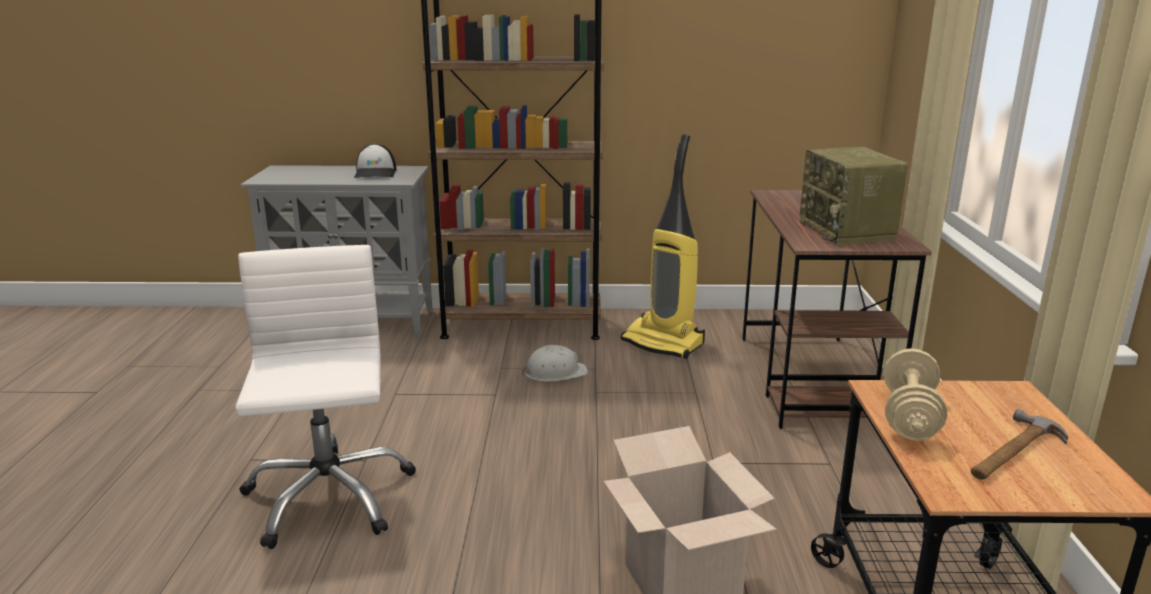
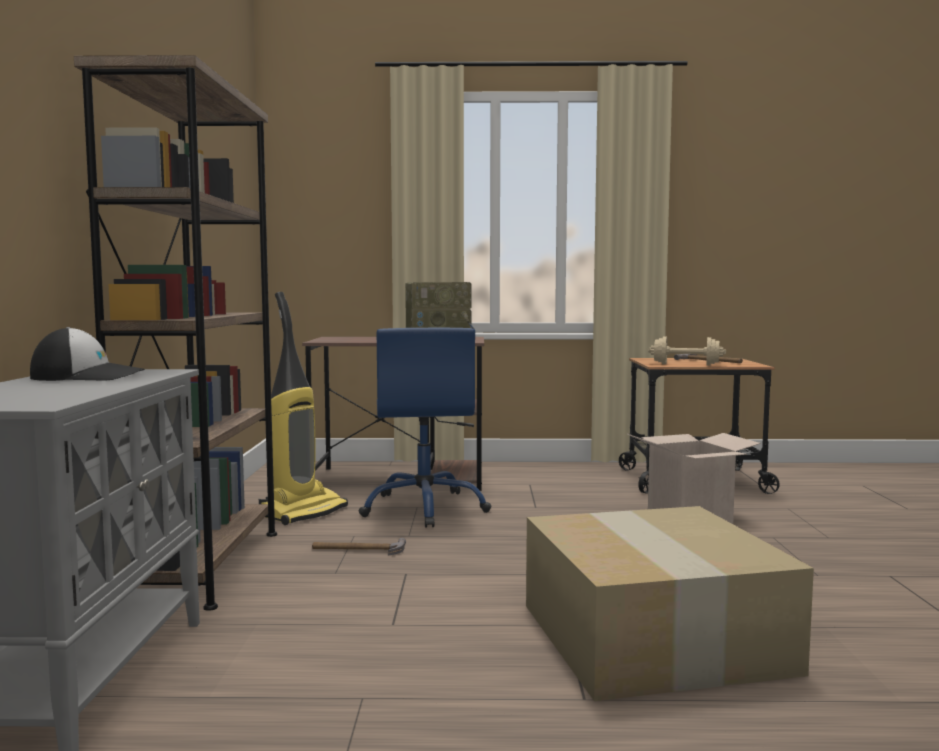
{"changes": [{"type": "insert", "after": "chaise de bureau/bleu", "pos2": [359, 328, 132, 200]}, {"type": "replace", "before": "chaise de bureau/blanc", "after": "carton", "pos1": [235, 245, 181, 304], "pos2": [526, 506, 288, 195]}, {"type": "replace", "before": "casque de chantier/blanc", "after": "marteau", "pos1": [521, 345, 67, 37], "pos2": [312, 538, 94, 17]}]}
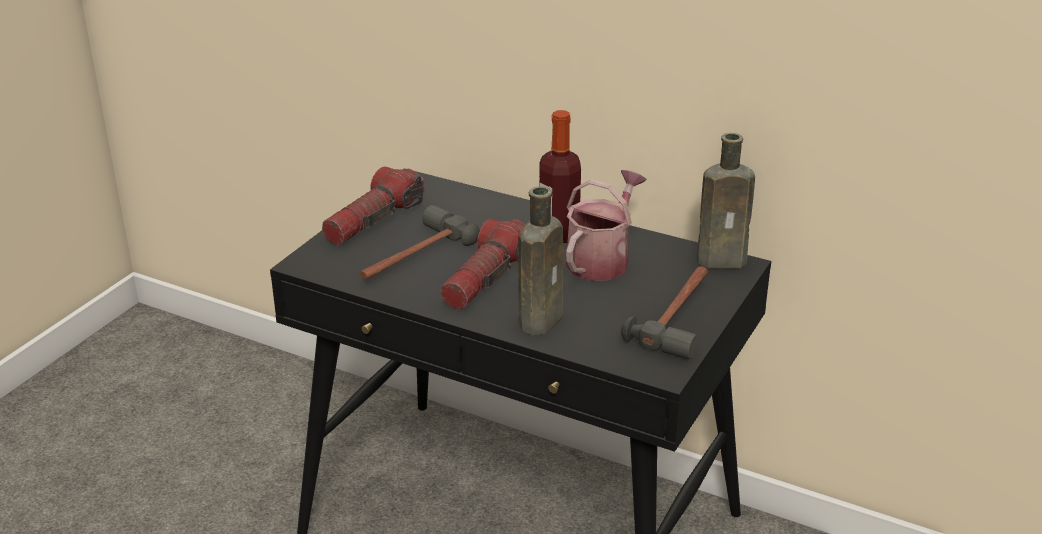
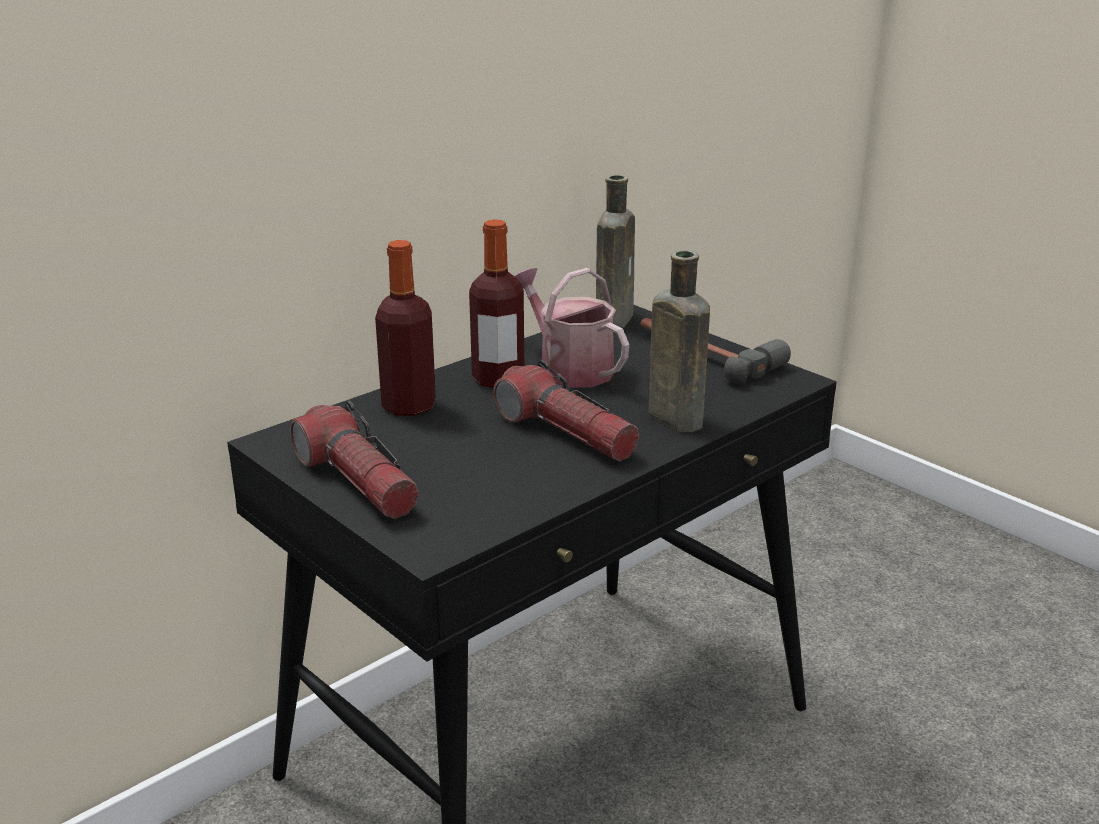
{"changes": [{"type": "delete", "before": "marteau", "pos1": [360, 205, 120, 74]}, {"type": "insert", "after": "bouteille", "pos2": [375, 240, 61, 176]}]}
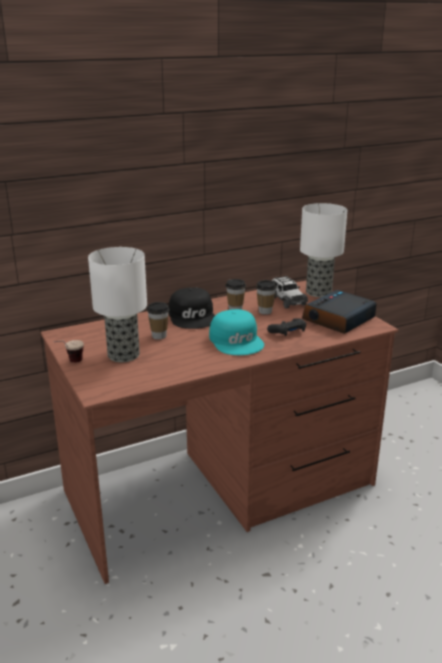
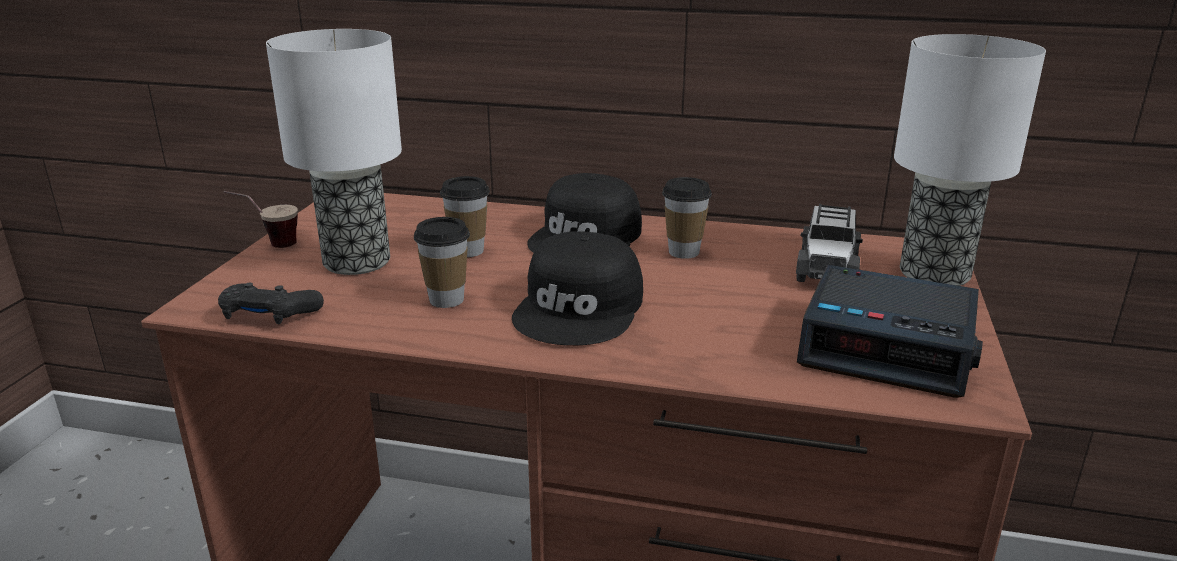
{"changes": [{"type": "move", "before": "tasse", "pos1": [256, 280, 21, 35], "pos2": [414, 217, 56, 91]}, {"type": "move", "before": "manette/noir", "pos1": [267, 318, 39, 18], "pos2": [218, 283, 106, 42]}, {"type": "recolor", "before": "casquette/turquoise", "after": "casquette/noir", "pos1": [209, 309, 55, 46], "pos2": [512, 231, 131, 114]}, {"type": "rotate", "before": "réveil", "pos1": [302, 290, 75, 44], "pos2": [797, 264, 186, 134], "turn": -150}]}
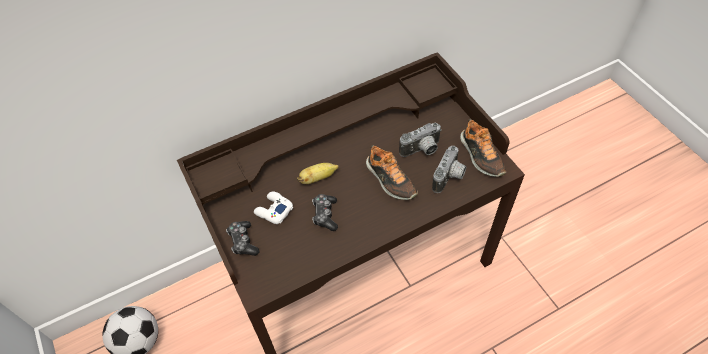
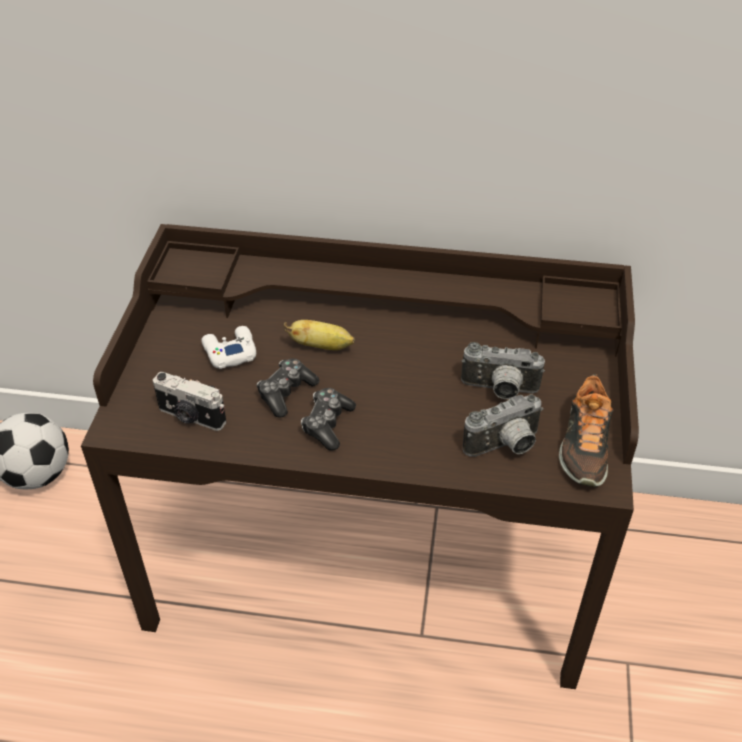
{"changes": [{"type": "delete", "before": "chaussure", "pos1": [366, 145, 52, 55]}, {"type": "insert", "after": "appareil photo", "pos2": [153, 372, 73, 59]}, {"type": "move", "before": "manette", "pos1": [226, 221, 33, 35], "pos2": [301, 388, 55, 62]}]}
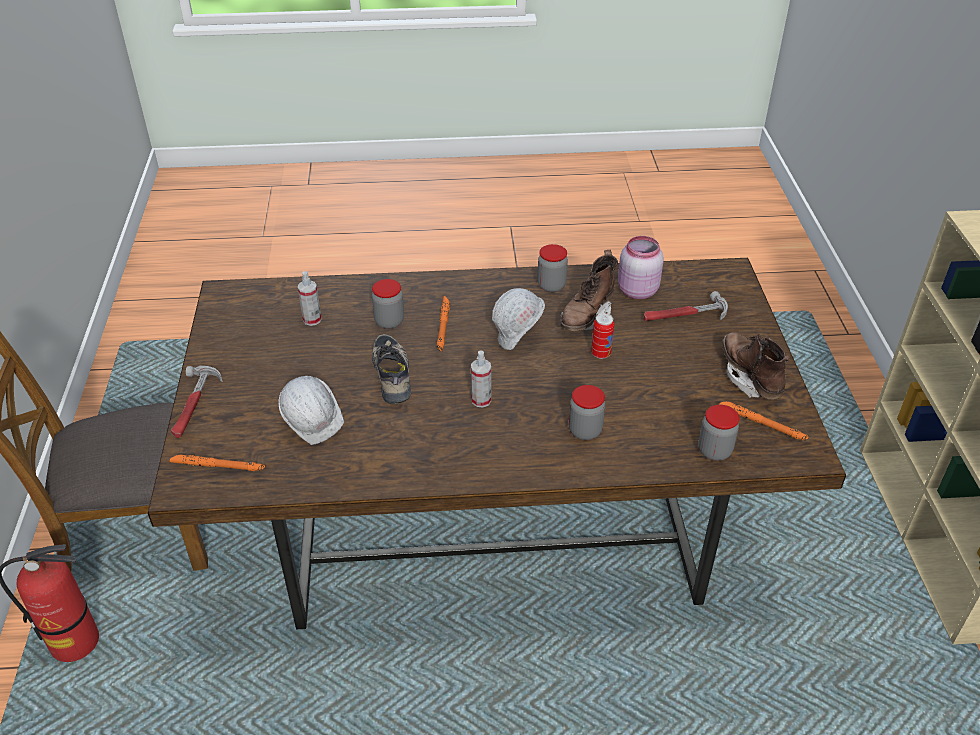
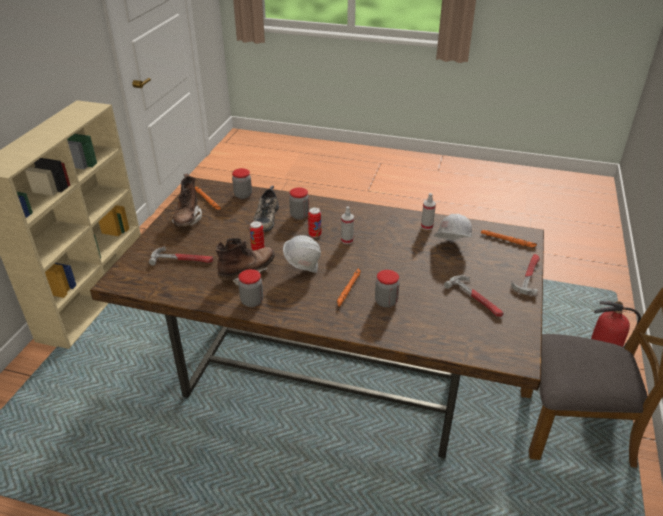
{"changes": [{"type": "delete", "before": "bocal/rose", "pos1": [618, 236, 46, 63]}, {"type": "insert", "after": "boîte métallique", "pos2": [308, 207, 13, 31]}, {"type": "insert", "after": "marteau", "pos2": [444, 275, 60, 42]}, {"type": "move", "before": "vaporisateur", "pos1": [298, 271, 24, 55], "pos2": [421, 193, 15, 37]}, {"type": "move", "before": "chaussure", "pos1": [372, 334, 39, 70], "pos2": [253, 186, 26, 46]}]}
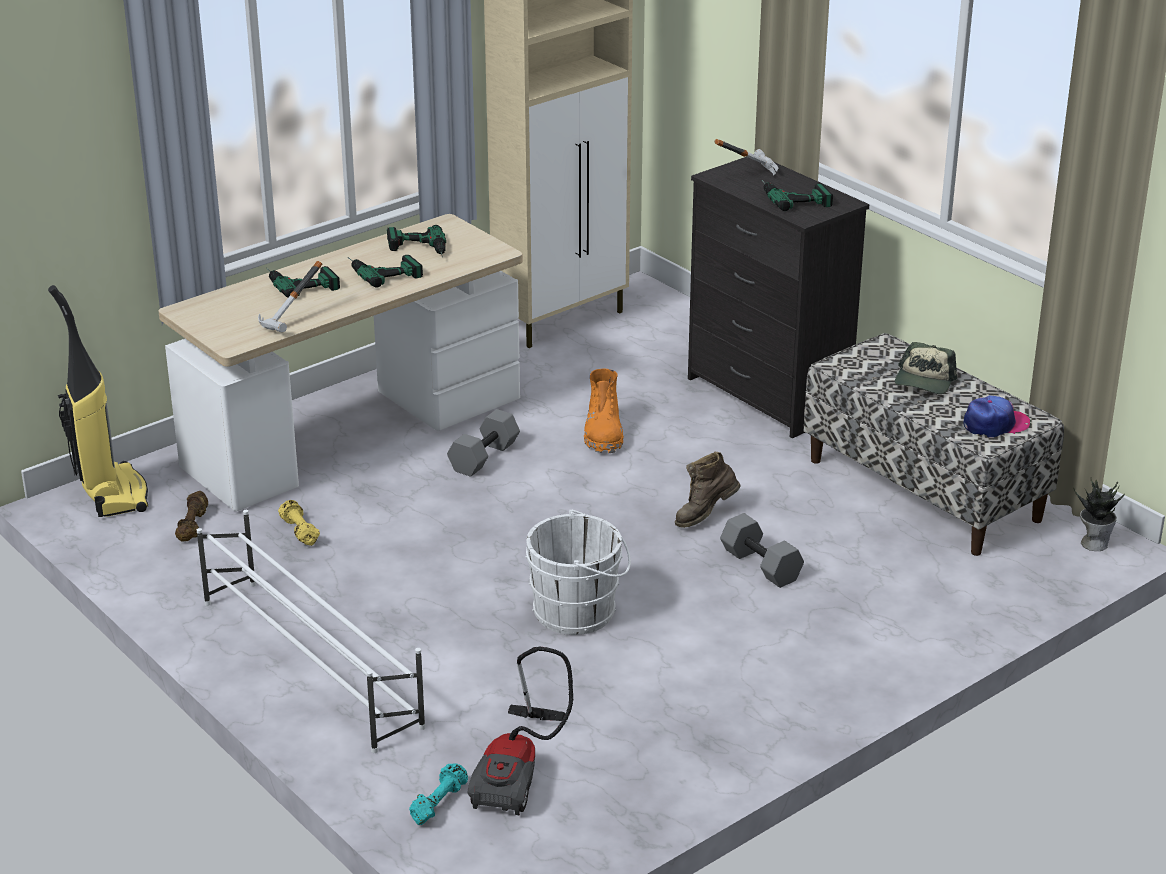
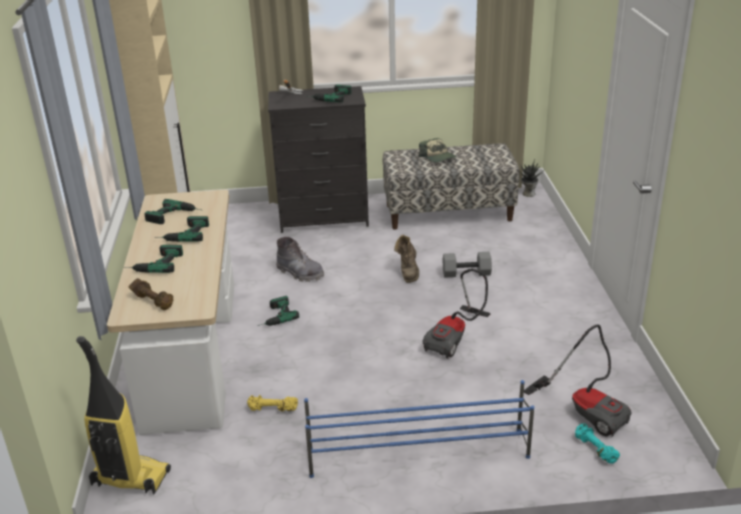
{"changes": [{"type": "delete", "before": "marteau", "pos1": [258, 261, 64, 71]}, {"type": "delete", "before": "casquette", "pos1": [963, 395, 67, 43]}, {"type": "move", "before": "haltère/marron", "pos1": [175, 491, 33, 51], "pos2": [129, 278, 44, 32]}, {"type": "replace", "before": "haltère/gris", "after": "perceuse", "pos1": [447, 409, 73, 68], "pos2": [257, 296, 42, 30]}, {"type": "replace", "before": "seau/blanc", "after": "aspirateur", "pos1": [525, 509, 106, 126], "pos2": [422, 269, 68, 90]}, {"type": "recolor", "before": "étagère à chaussures/blanc", "after": "étagère à chaussures/bleu", "pos1": [197, 510, 229, 243], "pos2": [304, 380, 230, 98]}, {"type": "recolor", "before": "botte/orange", "after": "botte/gris", "pos1": [584, 369, 40, 84], "pos2": [276, 237, 48, 45]}]}
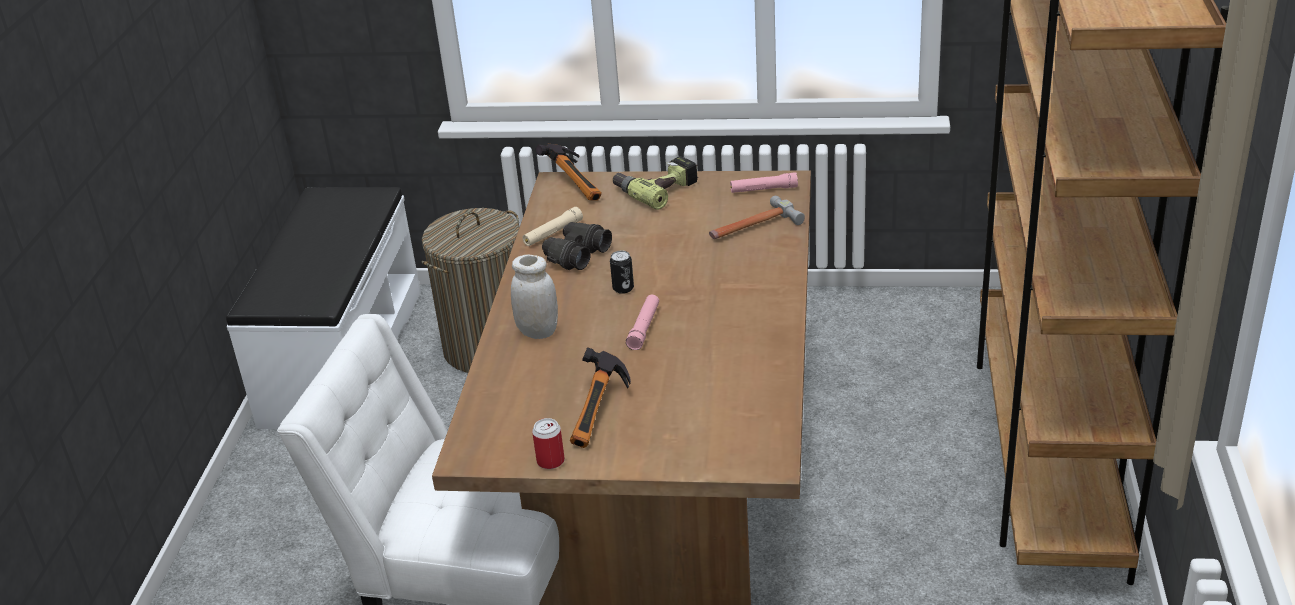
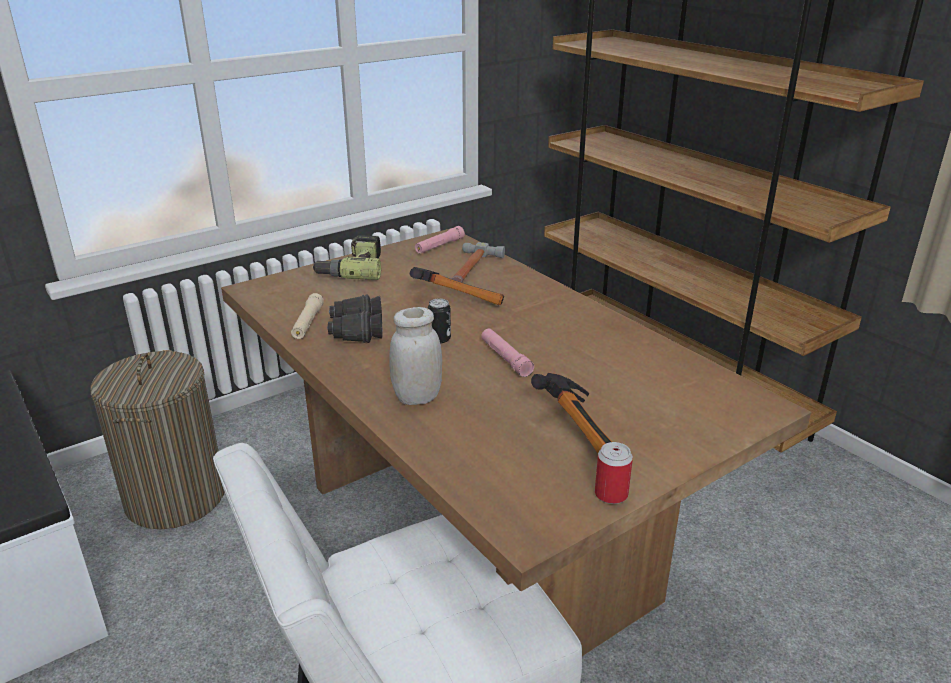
{"changes": [{"type": "move", "before": "marteau", "pos1": [535, 144, 67, 57], "pos2": [410, 267, 94, 38]}]}
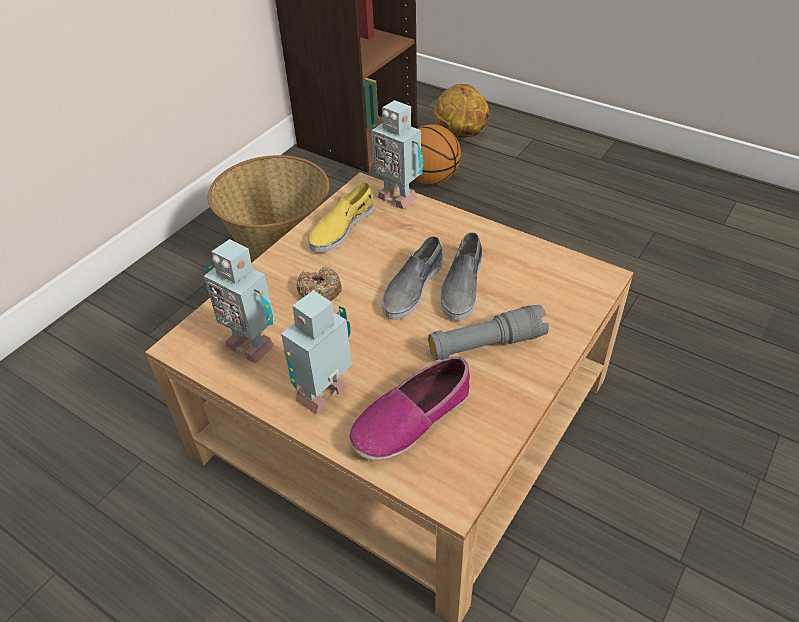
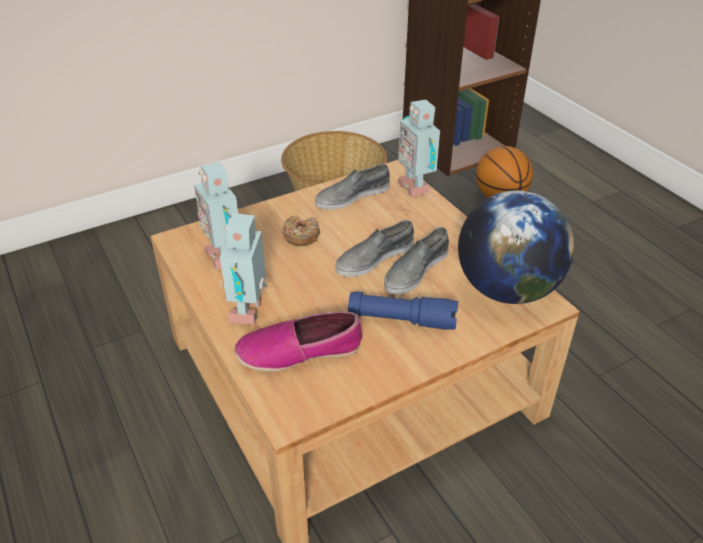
{"changes": [{"type": "delete", "before": "ballon de basket", "pos1": [434, 84, 55, 54]}, {"type": "insert", "after": "globe", "pos2": [458, 190, 116, 114]}, {"type": "recolor", "before": "chaussure/jaune", "after": "chaussure/gris", "pos1": [308, 182, 66, 71], "pos2": [315, 164, 75, 46]}, {"type": "recolor", "before": "lampe de poche/gris", "after": "lampe de poche/bleu", "pos1": [428, 305, 121, 55], "pos2": [348, 291, 110, 39]}, {"type": "rotate", "before": "robot jouet", "pos1": [281, 290, 71, 124], "pos2": [220, 213, 47, 112], "turn": -60}]}
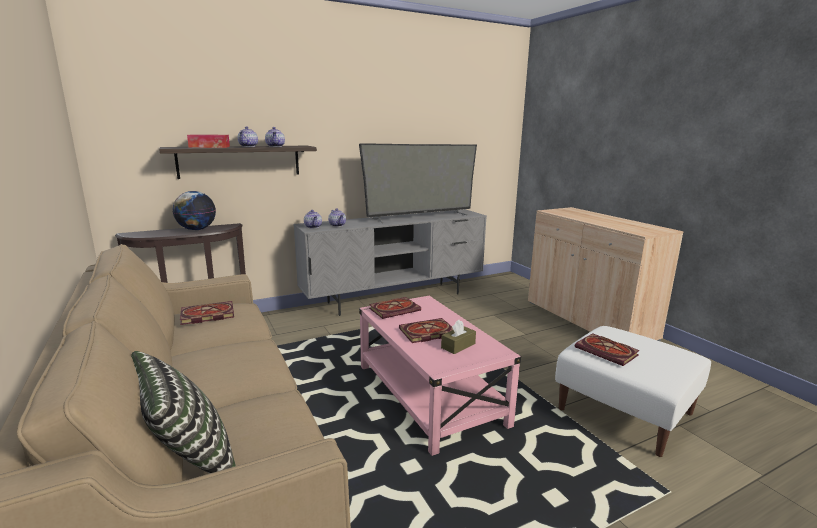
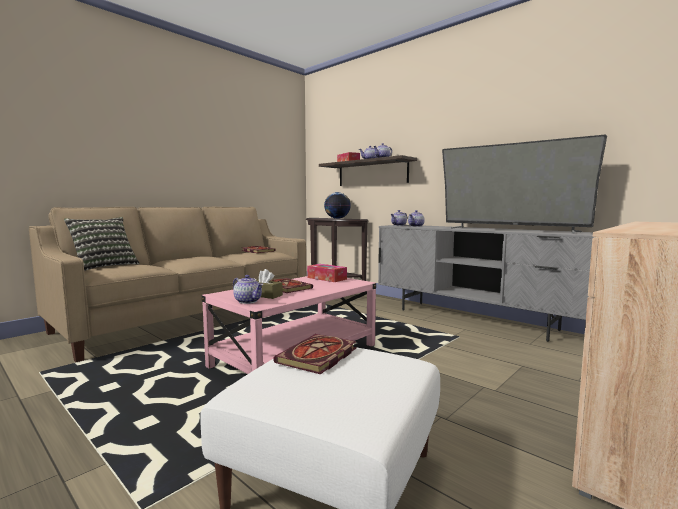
{"changes": [{"type": "insert", "after": "théière", "pos2": [233, 275, 30, 29]}, {"type": "replace", "before": "livre", "after": "boîte à mouchoirs", "pos1": [369, 297, 52, 22], "pos2": [307, 264, 40, 18]}]}
